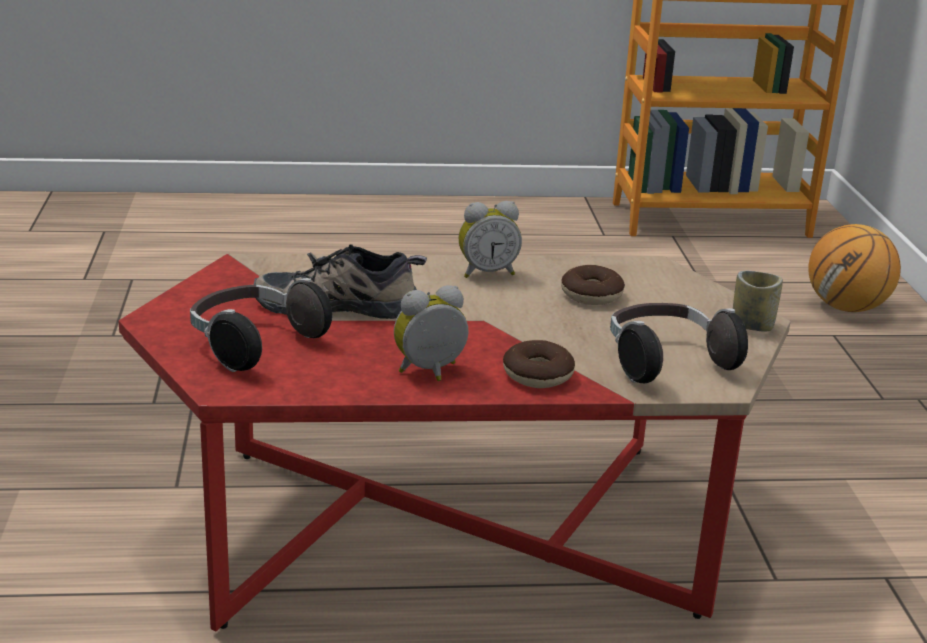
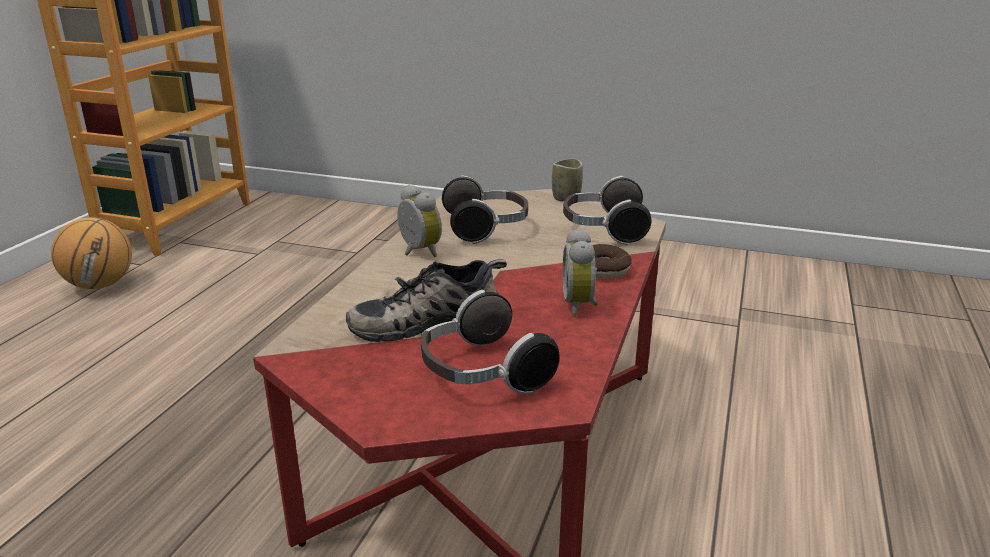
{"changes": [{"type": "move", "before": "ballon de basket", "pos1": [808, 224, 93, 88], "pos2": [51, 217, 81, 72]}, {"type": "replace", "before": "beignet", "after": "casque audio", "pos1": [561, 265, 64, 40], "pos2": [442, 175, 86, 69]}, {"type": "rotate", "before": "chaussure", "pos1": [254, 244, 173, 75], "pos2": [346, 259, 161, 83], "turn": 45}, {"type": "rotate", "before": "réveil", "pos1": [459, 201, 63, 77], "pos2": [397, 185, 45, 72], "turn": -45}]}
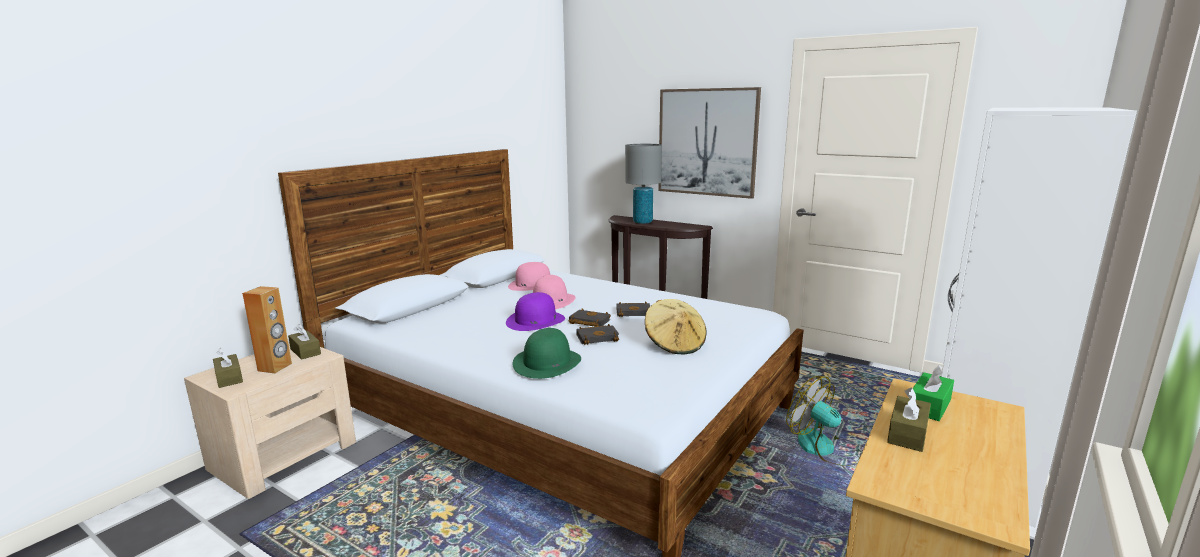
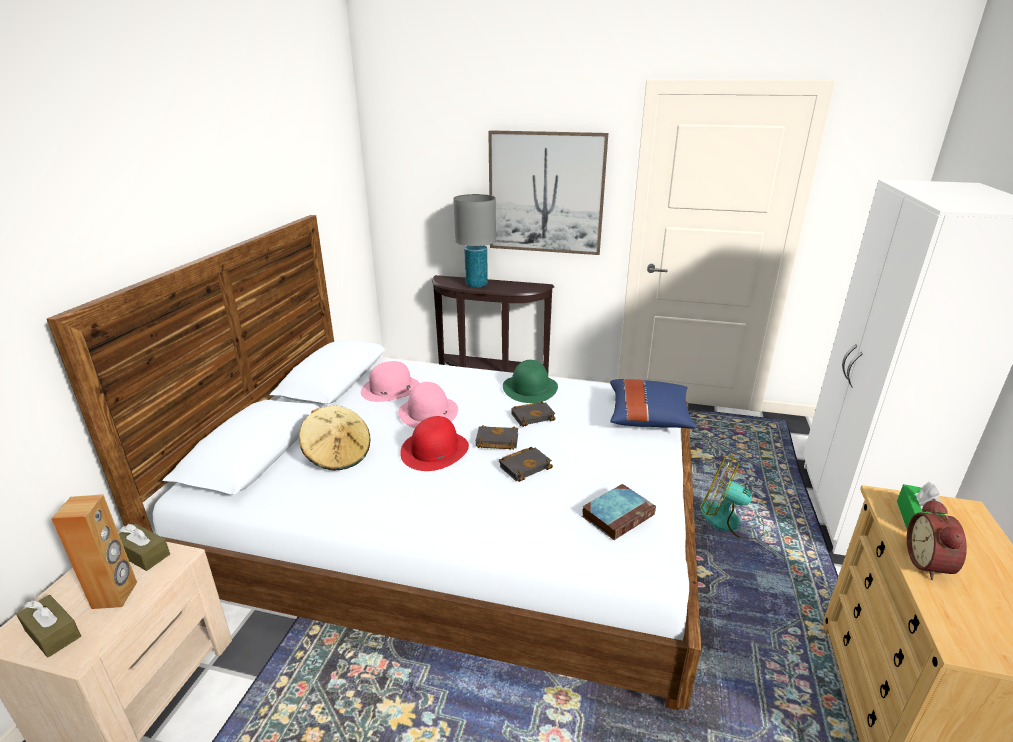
{"changes": [{"type": "insert", "after": "livre", "pos2": [582, 484, 74, 56]}, {"type": "insert", "after": "coussin/bleu", "pos2": [610, 379, 87, 50]}, {"type": "move", "before": "chapeau/vert", "pos1": [513, 328, 68, 51], "pos2": [503, 360, 55, 43]}, {"type": "move", "before": "chapeau/beige", "pos1": [645, 299, 62, 55], "pos2": [299, 405, 71, 66]}, {"type": "replace", "before": "boîte à mouchoirs/marron", "after": "réveil", "pos1": [887, 387, 44, 65], "pos2": [907, 499, 60, 81]}, {"type": "recolor", "before": "chapeau/violet", "after": "chapeau/rouge", "pos1": [506, 292, 59, 39], "pos2": [400, 416, 69, 55]}]}
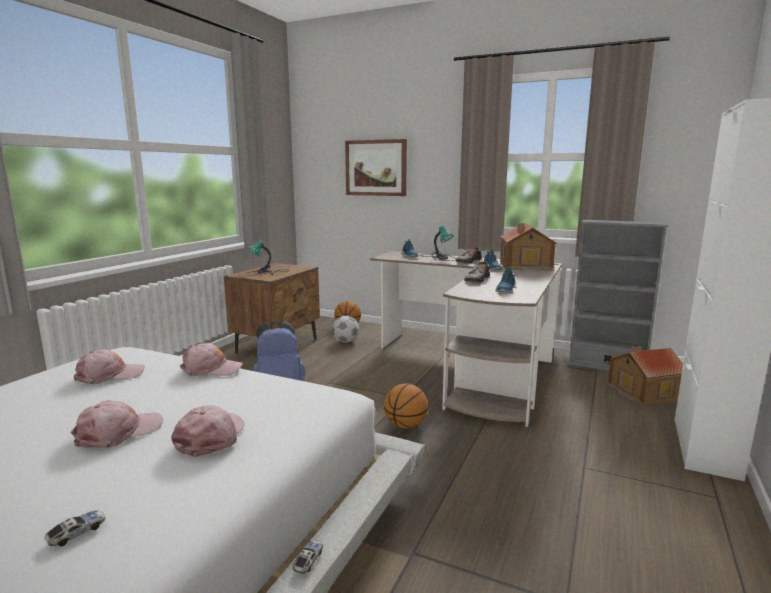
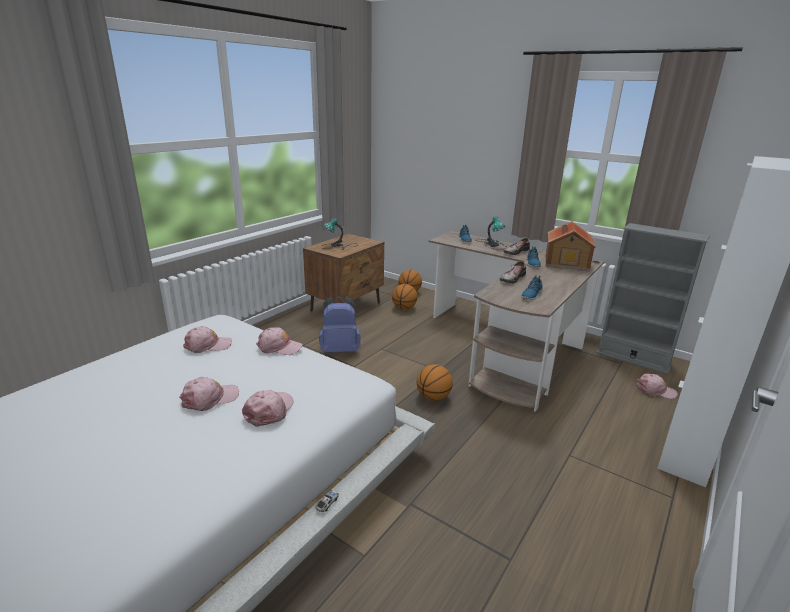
{"changes": [{"type": "delete", "before": "petite voiture", "pos1": [45, 511, 61, 35]}, {"type": "delete", "before": "tableau", "pos1": [345, 139, 62, 57]}, {"type": "replace", "before": "ballon de foot", "after": "ballon de basket", "pos1": [332, 316, 27, 27], "pos2": [392, 284, 25, 26]}, {"type": "replace", "before": "maison miniature", "after": "casquette/rose", "pos1": [608, 345, 75, 62], "pos2": [636, 373, 42, 26]}]}
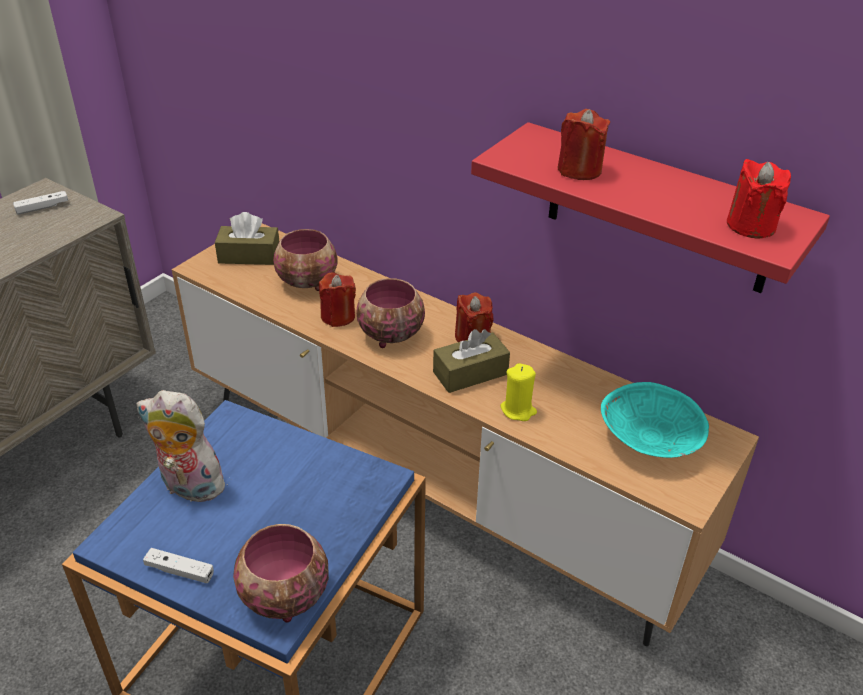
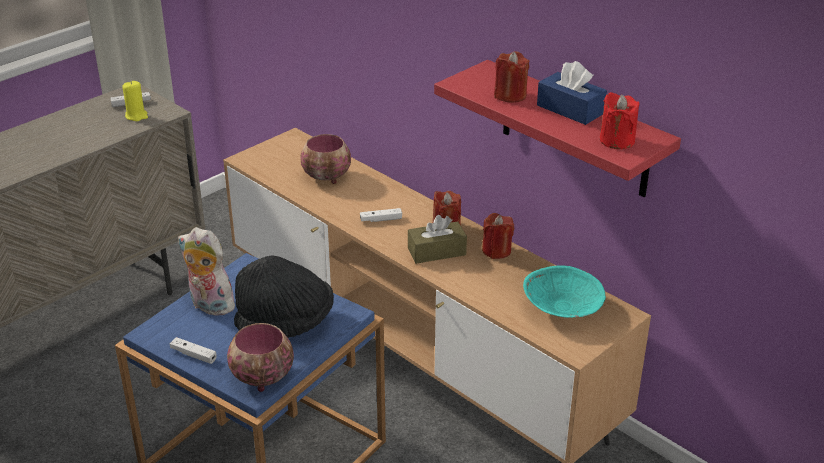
{"changes": [{"type": "delete", "before": "boîte à mouchoirs/marron", "pos1": [215, 212, 64, 53]}, {"type": "insert", "after": "chapeau/noir", "pos2": [234, 255, 100, 83]}, {"type": "insert", "after": "boîte à mouchoirs/bleu", "pos2": [537, 61, 70, 64]}, {"type": "move", "before": "bougie/rouge", "pos1": [319, 273, 37, 54], "pos2": [482, 213, 32, 46]}, {"type": "move", "before": "bougie/jaune", "pos1": [501, 363, 36, 58], "pos2": [122, 81, 26, 40]}, {"type": "replace", "before": "bol", "after": "manette/blanc", "pos1": [357, 278, 68, 70], "pos2": [360, 208, 42, 14]}]}
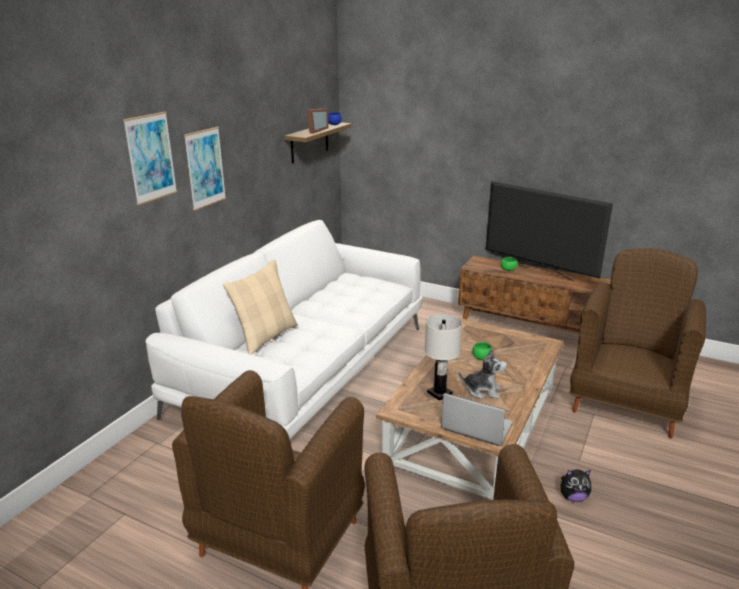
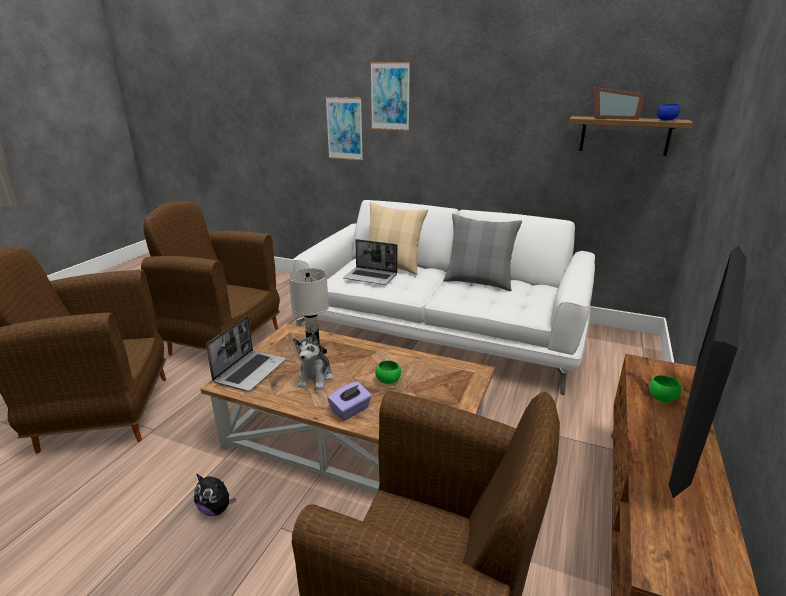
{"changes": [{"type": "insert", "after": "boîte à mouchoirs/violet", "pos2": [327, 381, 45, 39]}, {"type": "insert", "after": "ordinateur portable", "pos2": [343, 239, 55, 46]}, {"type": "insert", "after": "coussin/gris", "pos2": [443, 214, 79, 77]}, {"type": "move", "before": "tableau", "pos1": [184, 127, 42, 84], "pos2": [326, 97, 37, 63]}, {"type": "rotate", "before": "peluche", "pos1": [561, 469, 30, 33], "pos2": [194, 474, 42, 42], "turn": -60}]}
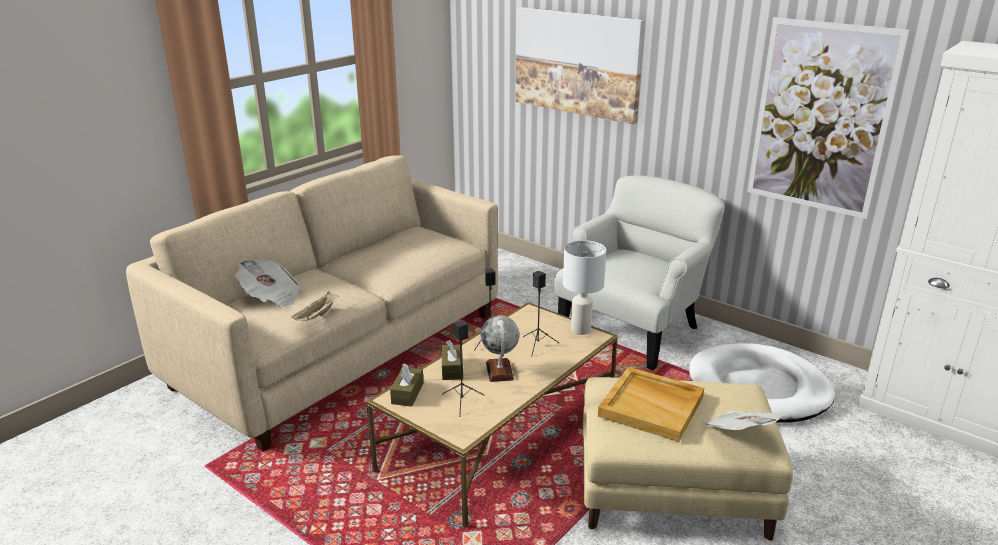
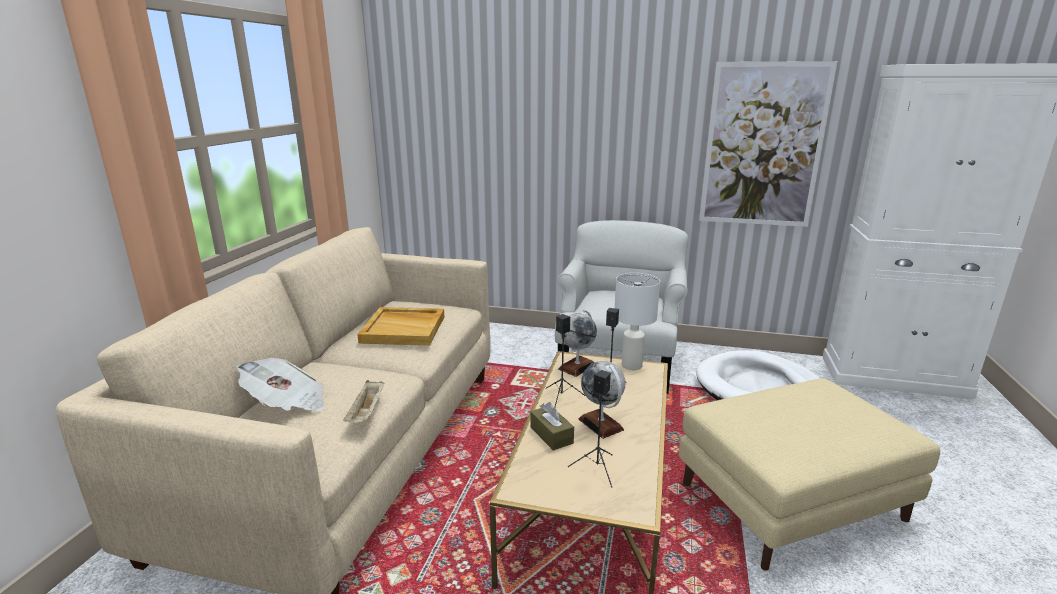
{"changes": [{"type": "delete", "before": "boîte à mouchoirs/marron", "pos1": [390, 364, 34, 43]}, {"type": "delete", "before": "tableau", "pos1": [515, 7, 130, 117]}, {"type": "delete", "before": "journal", "pos1": [703, 410, 84, 20]}, {"type": "insert", "after": "globe", "pos2": [558, 310, 39, 67]}, {"type": "move", "before": "plateau/beige", "pos1": [598, 367, 106, 75], "pos2": [357, 307, 87, 39]}]}
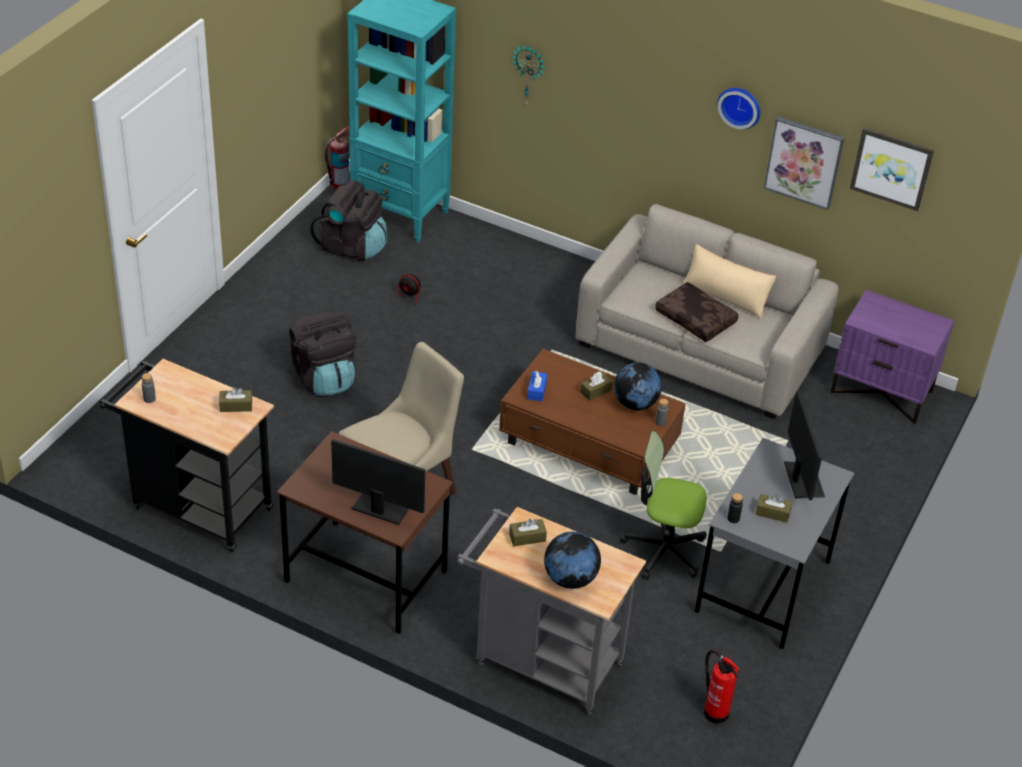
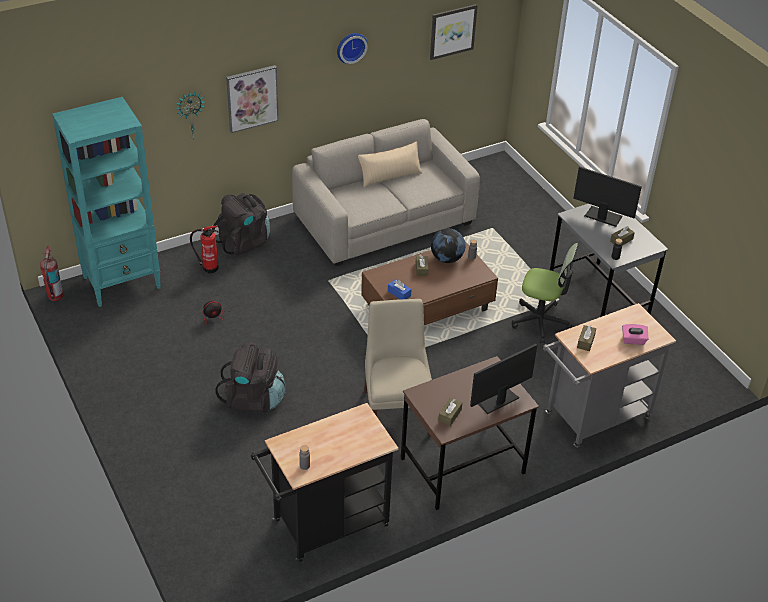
{"changes": [{"type": "delete", "before": "coussin/marron", "pos1": [655, 282, 83, 60]}, {"type": "delete", "before": "table de chevet/violet", "pos1": [830, 290, 124, 134]}, {"type": "move", "before": "boîte à mouchoirs/marron", "pos1": [219, 387, 33, 25], "pos2": [438, 398, 24, 28]}, {"type": "move", "before": "sac à dos/noir", "pos1": [311, 180, 76, 81], "pos2": [212, 193, 58, 63]}, {"type": "move", "before": "extincteur", "pos1": [704, 650, 35, 74], "pos2": [190, 226, 29, 47]}, {"type": "move", "before": "tableau", "pos1": [764, 116, 80, 94], "pos2": [226, 65, 53, 68]}, {"type": "replace", "before": "globe", "after": "boîte à mouchoirs/rose", "pos1": [544, 532, 57, 57], "pos2": [622, 324, 27, 21]}, {"type": "rotate", "before": "chaise de bureau", "pos1": [620, 431, 86, 149], "pos2": [512, 243, 66, 100], "turn": -120}]}
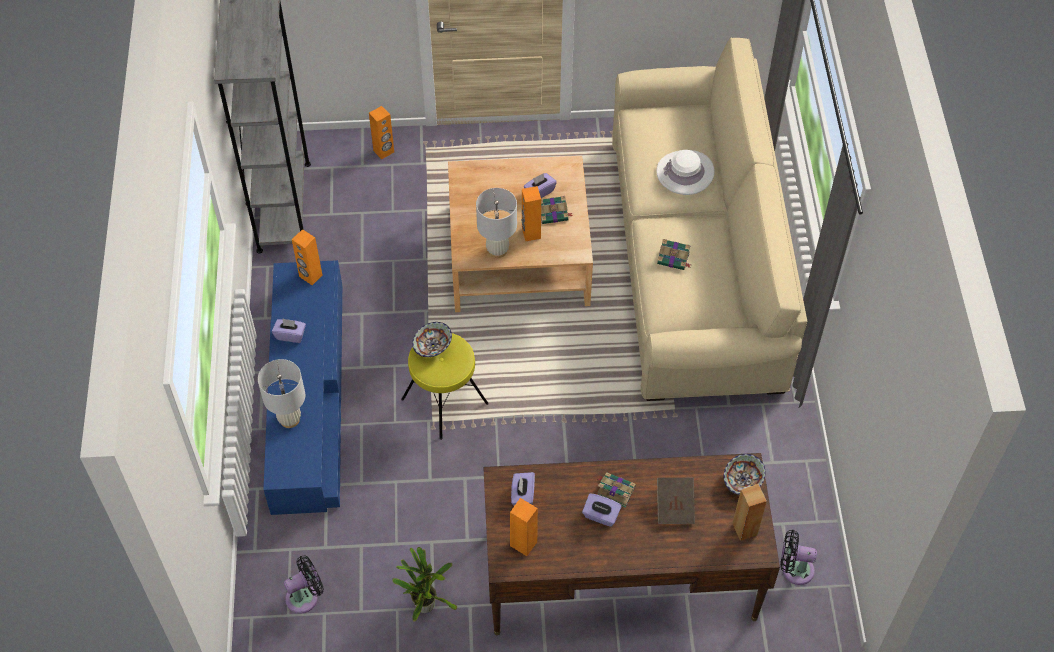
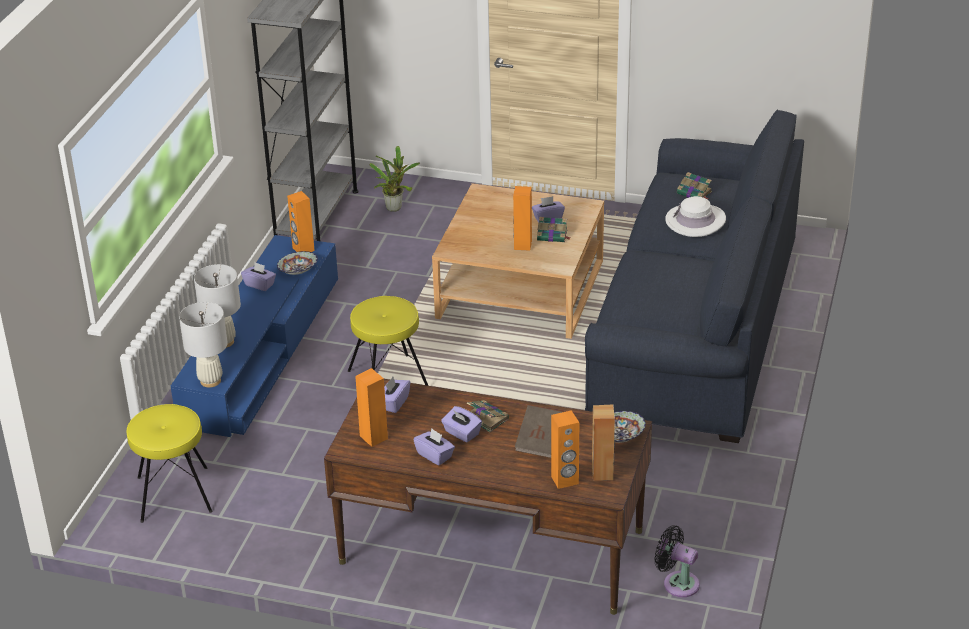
{"changes": [{"type": "insert", "after": "boîte à mouchoirs/violet", "pos2": [413, 428, 42, 38]}, {"type": "move", "before": "enceinte/orange", "pos1": [369, 106, 25, 54], "pos2": [551, 410, 28, 79]}, {"type": "move", "before": "plante en pot", "pos1": [392, 547, 65, 75], "pos2": [369, 146, 51, 66]}, {"type": "move", "before": "bol", "pos1": [412, 322, 40, 35], "pos2": [277, 251, 41, 24]}, {"type": "move", "before": "lampe de table/blanc", "pos1": [476, 188, 41, 70], "pos2": [179, 302, 49, 86]}, {"type": "move", "before": "livre", "pos1": [657, 239, 34, 31], "pos2": [677, 172, 35, 27]}, {"type": "replace", "before": "ventilateur/noir", "after": "tabouret/jaune", "pos1": [284, 556, 40, 58], "pos2": [126, 404, 87, 119]}, {"type": "recolor", "before": "canapé/beige", "after": "canapé/bleu", "pos1": [612, 38, 195, 363], "pos2": [585, 110, 219, 333]}]}
